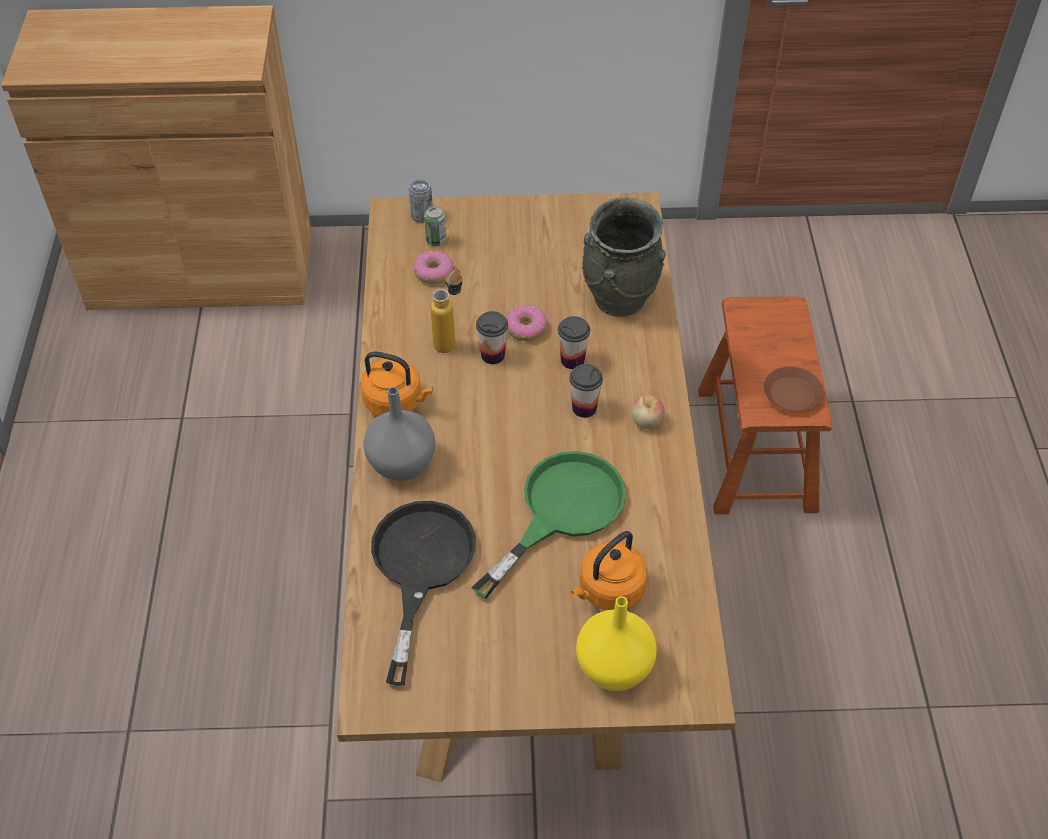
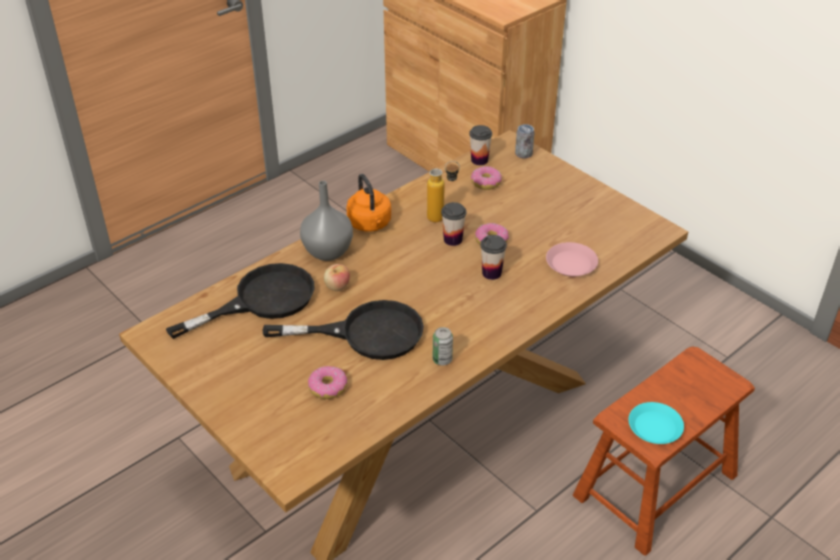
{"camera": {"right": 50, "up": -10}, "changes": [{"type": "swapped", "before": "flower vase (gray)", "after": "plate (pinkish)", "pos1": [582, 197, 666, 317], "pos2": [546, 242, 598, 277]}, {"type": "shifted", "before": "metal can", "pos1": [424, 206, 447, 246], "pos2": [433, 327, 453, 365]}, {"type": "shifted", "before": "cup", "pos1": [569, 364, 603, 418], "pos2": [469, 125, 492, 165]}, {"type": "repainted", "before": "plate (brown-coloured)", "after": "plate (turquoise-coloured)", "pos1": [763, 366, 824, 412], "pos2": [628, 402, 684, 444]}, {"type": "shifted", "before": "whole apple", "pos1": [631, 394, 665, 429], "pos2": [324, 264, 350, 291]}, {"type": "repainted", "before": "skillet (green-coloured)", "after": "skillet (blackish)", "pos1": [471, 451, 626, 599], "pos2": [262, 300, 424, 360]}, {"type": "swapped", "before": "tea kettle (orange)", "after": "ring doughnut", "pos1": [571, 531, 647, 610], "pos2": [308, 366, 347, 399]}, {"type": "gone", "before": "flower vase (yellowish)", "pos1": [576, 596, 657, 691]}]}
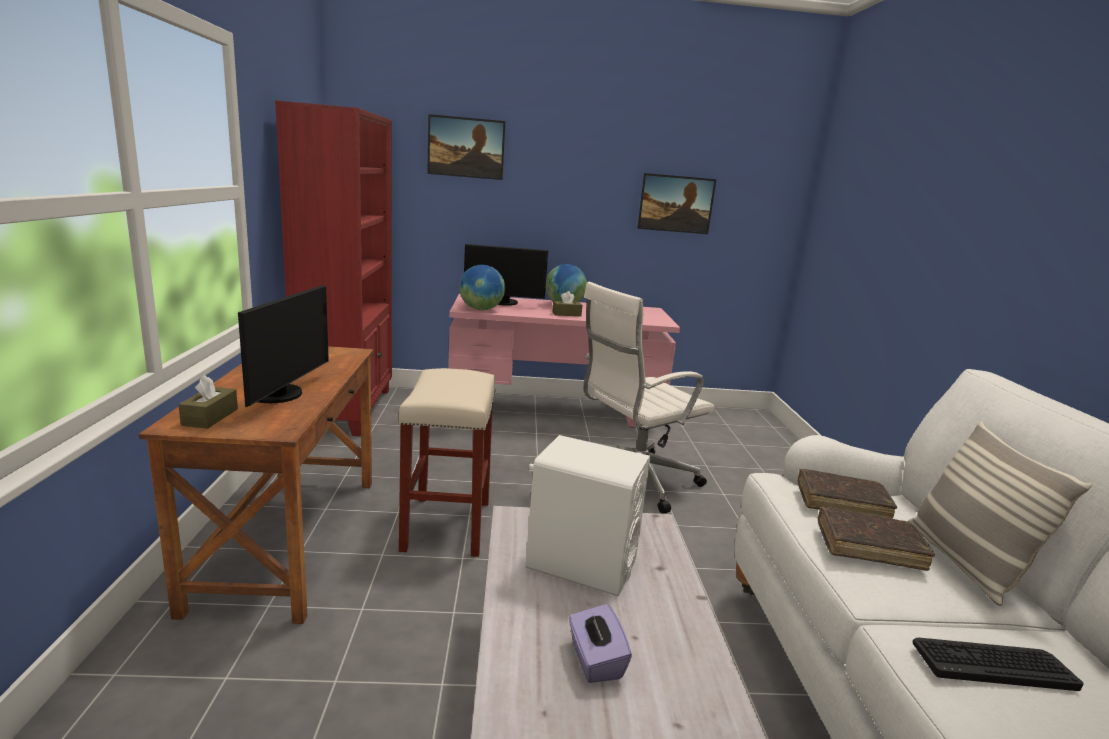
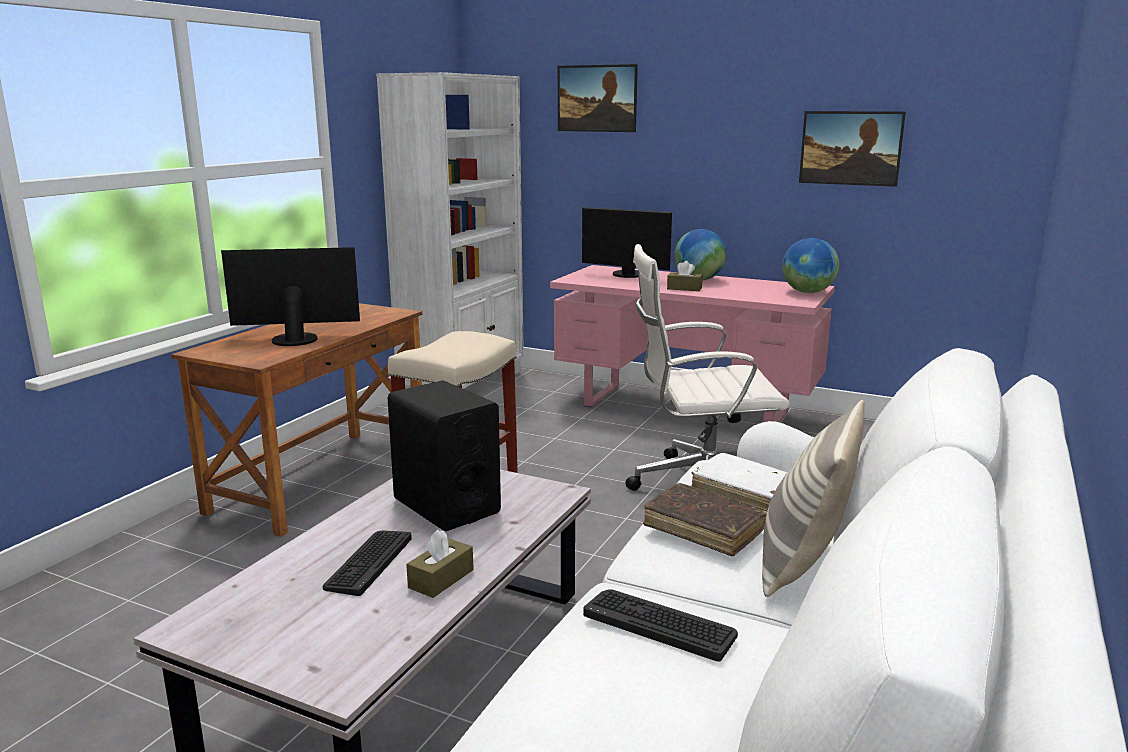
{"camera": {"right": 30, "up": 0}, "changes": [{"type": "repainted", "before": "bookshelf (red)", "after": "bookshelf (white-coloured)", "pos1": [275, 100, 392, 436], "pos2": [376, 72, 524, 389]}, {"type": "shifted", "before": "world globe", "pos1": [459, 265, 505, 310], "pos2": [782, 238, 839, 293]}, {"type": "rotated", "before": "computer display", "pos1": [238, 285, 329, 407], "pos2": [221, 247, 360, 346], "turn": -135}, {"type": "shifted", "before": "tissue box (brown-coloured)", "pos1": [178, 375, 238, 429], "pos2": [406, 530, 474, 598]}, {"type": "repainted", "before": "audio speaker (white-coloured)", "after": "audio speaker (blackish)", "pos1": [526, 435, 650, 596], "pos2": [388, 380, 501, 531]}, {"type": "repainted", "before": "book (brown-coloured)", "after": "book (white-coloured)", "pos1": [798, 469, 897, 519], "pos2": [692, 453, 787, 513]}, {"type": "swapped", "before": "tissue box (purplish)", "after": "keyboard", "pos1": [569, 604, 632, 683], "pos2": [323, 530, 412, 596]}]}
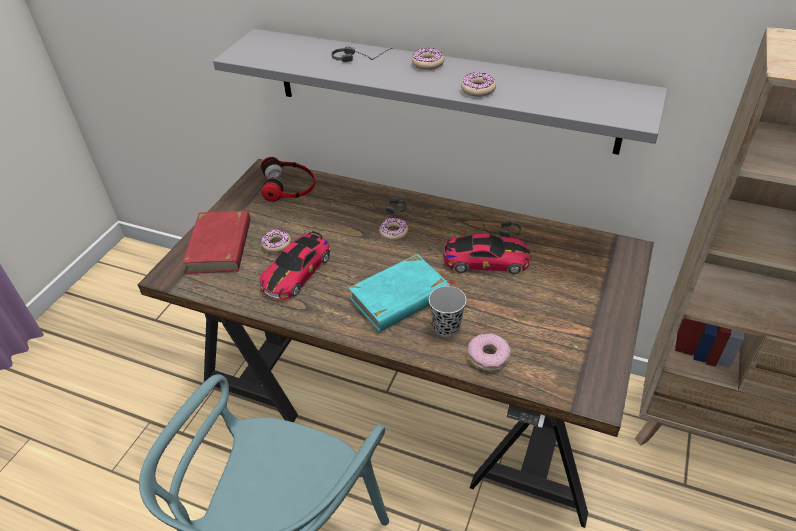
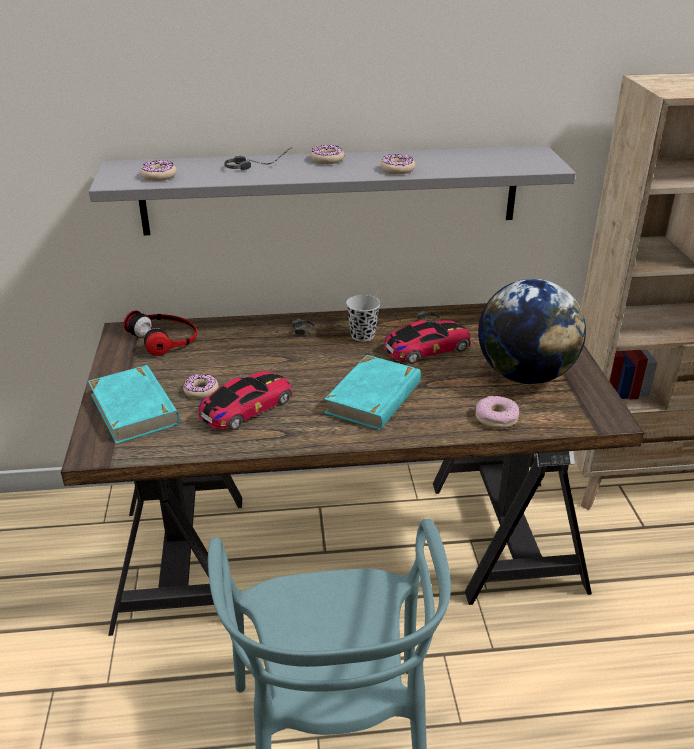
{"camera": {"right": -30, "up": -10}, "changes": [{"type": "repainted", "before": "book (red)", "after": "book (turquoise-coloured)", "pos1": [183, 210, 250, 274], "pos2": [88, 365, 179, 444]}, {"type": "shifted", "before": "ring doughnut", "pos1": [379, 218, 408, 241], "pos2": [140, 160, 177, 181]}, {"type": "rotated", "before": "model car", "pos1": [260, 231, 330, 300], "pos2": [199, 371, 292, 430], "turn": -135}, {"type": "shifted", "before": "cup (blackish)", "pos1": [429, 286, 466, 337], "pos2": [346, 295, 380, 342]}, {"type": "new", "after": "world globe", "pos2": [478, 279, 586, 384]}]}
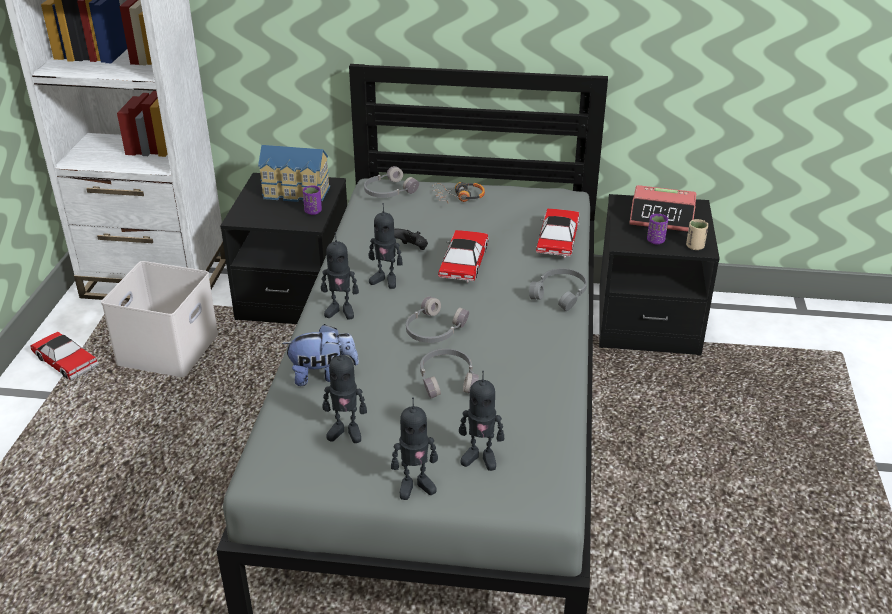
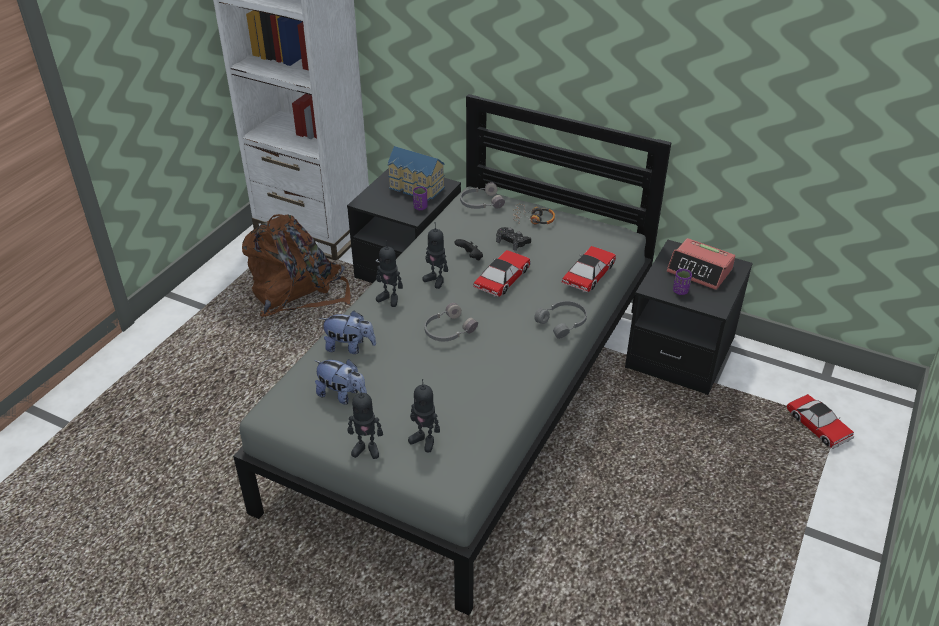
{"camera": {"right": 20, "up": 5}, "changes": [{"type": "gone", "before": "cup (beige)", "pos1": [686, 219, 708, 250]}, {"type": "swapped", "before": "storage box (white-coloured)", "after": "rucksack (brown-coloured)", "pos1": [101, 261, 218, 377], "pos2": [242, 214, 350, 317]}, {"type": "shifted", "before": "model car", "pos1": [30, 332, 99, 380], "pos2": [786, 394, 854, 449]}, {"type": "swapped", "before": "toy robot", "after": "soft toy", "pos1": [322, 346, 367, 443], "pos2": [314, 359, 367, 404]}, {"type": "gone", "before": "headphones (gray)", "pos1": [420, 349, 479, 399]}, {"type": "new", "after": "gamepad (blackish)", "pos2": [496, 227, 531, 251]}]}
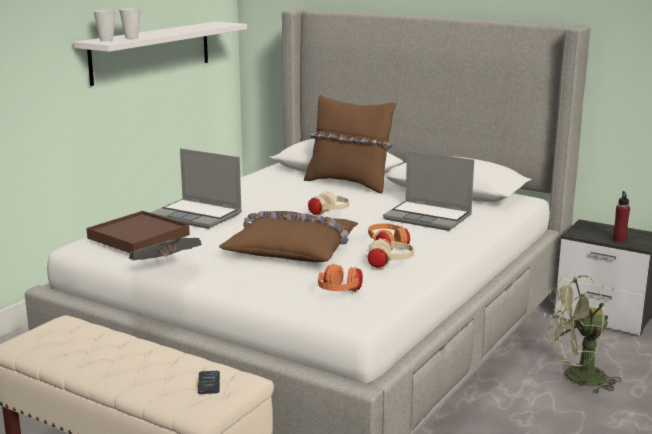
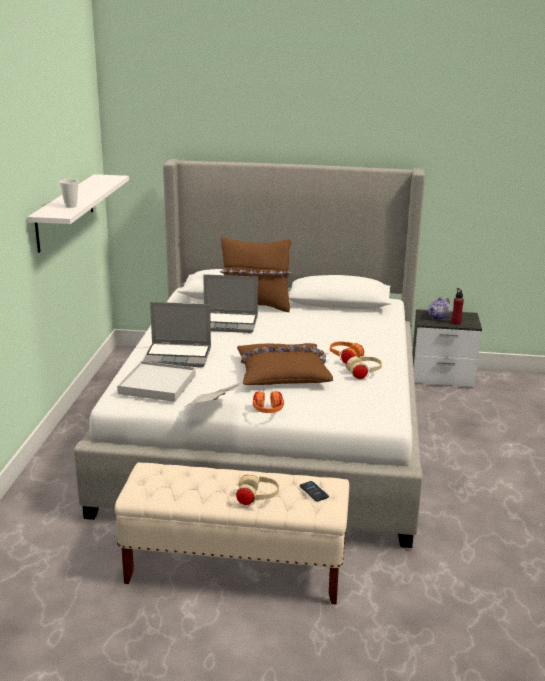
{"camera": {"right": -25, "up": 5}, "changes": [{"type": "gone", "before": "cup", "pos1": [93, 10, 115, 41]}, {"type": "shifted", "before": "notebook computer", "pos1": [383, 151, 474, 231], "pos2": [203, 274, 258, 333]}, {"type": "shifted", "before": "headphones (beige)", "pos1": [308, 191, 349, 216], "pos2": [234, 475, 279, 505]}, {"type": "repainted", "before": "serving tray (brown-coloured)", "after": "serving tray (white-coloured)", "pos1": [87, 211, 190, 253], "pos2": [117, 361, 196, 402]}, {"type": "shifted", "before": "headphones (orange)", "pos1": [318, 264, 363, 292], "pos2": [253, 391, 284, 413]}, {"type": "gone", "before": "cooling fan (green-coloured)", "pos1": [544, 275, 621, 395]}, {"type": "new", "after": "tea pot", "pos2": [428, 297, 450, 320]}]}
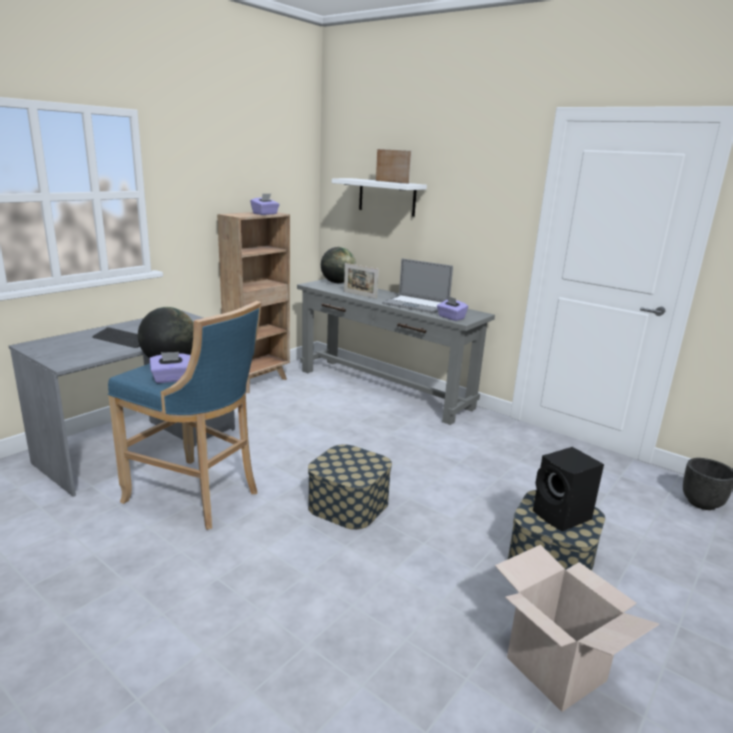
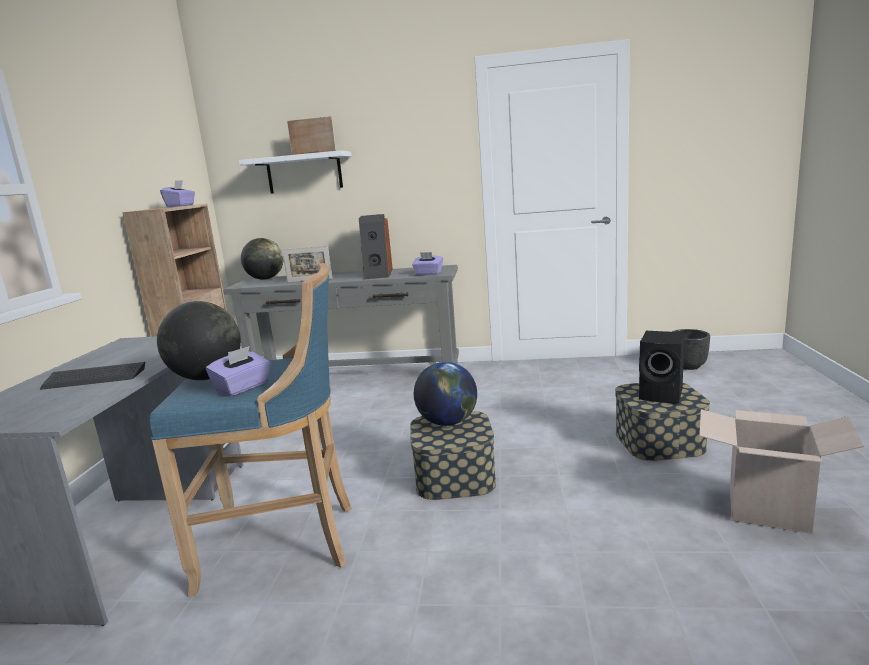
{"camera": {"right": -30, "up": -5}, "changes": [{"type": "swapped", "before": "notebook computer", "after": "audio speaker", "pos1": [382, 258, 453, 313], "pos2": [359, 214, 393, 279]}, {"type": "new", "after": "world globe", "pos2": [414, 362, 477, 426]}]}
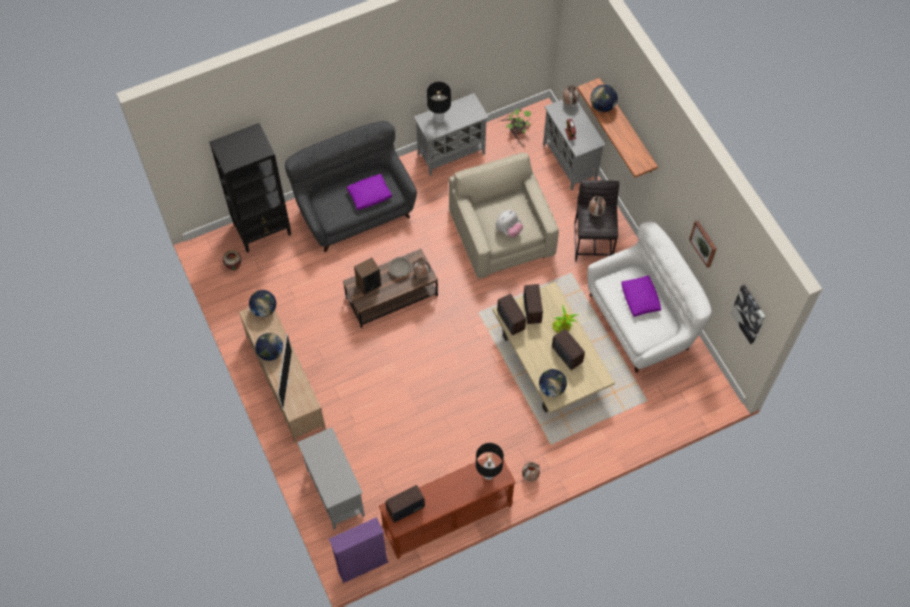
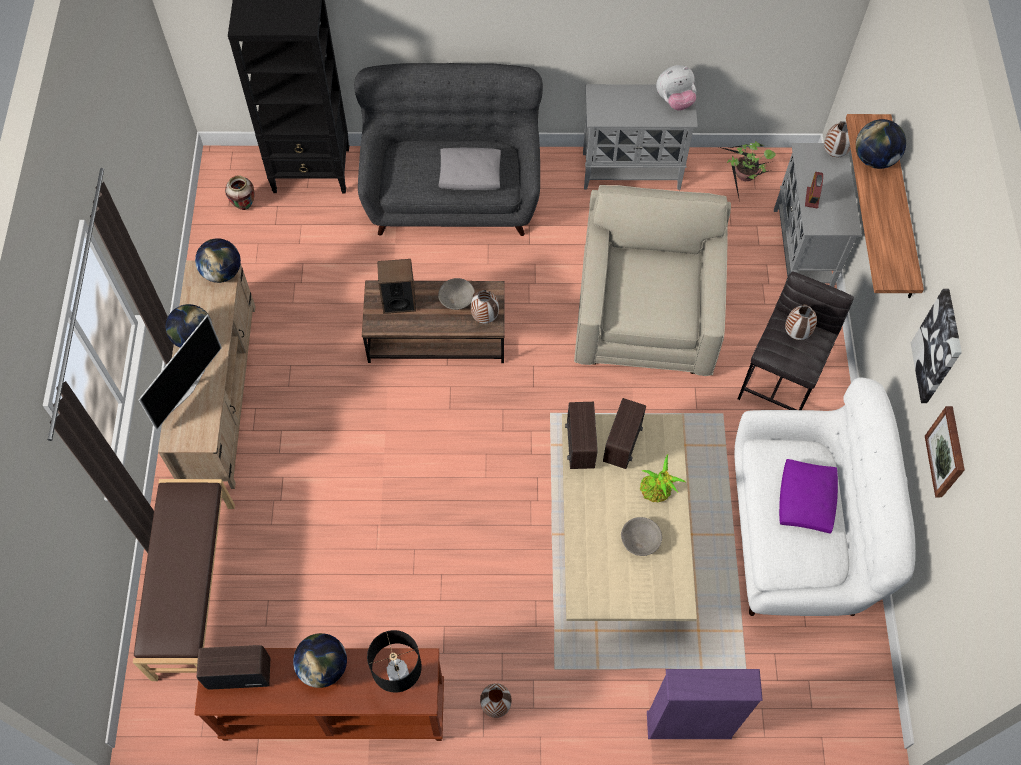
{"camera": {"right": 25, "up": 0}, "changes": [{"type": "gone", "before": "tabletop lamp (blackish)", "pos1": [427, 82, 451, 123]}, {"type": "repainted", "before": "throw pillow (purplish)", "after": "throw pillow (gray)", "pos1": [346, 174, 392, 210], "pos2": [439, 148, 501, 190]}, {"type": "shifted", "before": "soft toy", "pos1": [496, 210, 523, 237], "pos2": [656, 65, 696, 111]}, {"type": "shifted", "before": "picture", "pos1": [730, 285, 766, 344], "pos2": [911, 289, 962, 403]}, {"type": "swapped", "before": "radio", "after": "bowl (gray)", "pos1": [552, 329, 585, 370], "pos2": [621, 517, 662, 556]}, {"type": "shifted", "before": "world globe", "pos1": [539, 369, 567, 397], "pos2": [293, 633, 347, 688]}, {"type": "swapped", "before": "cabinet (gray)", "after": "indoor bench (brown-coloured)", "pos1": [297, 427, 365, 530], "pos2": [133, 479, 235, 681]}, {"type": "shifted", "before": "bookshelf (purplish)", "pos1": [329, 517, 389, 583], "pos2": [647, 669, 763, 739]}]}
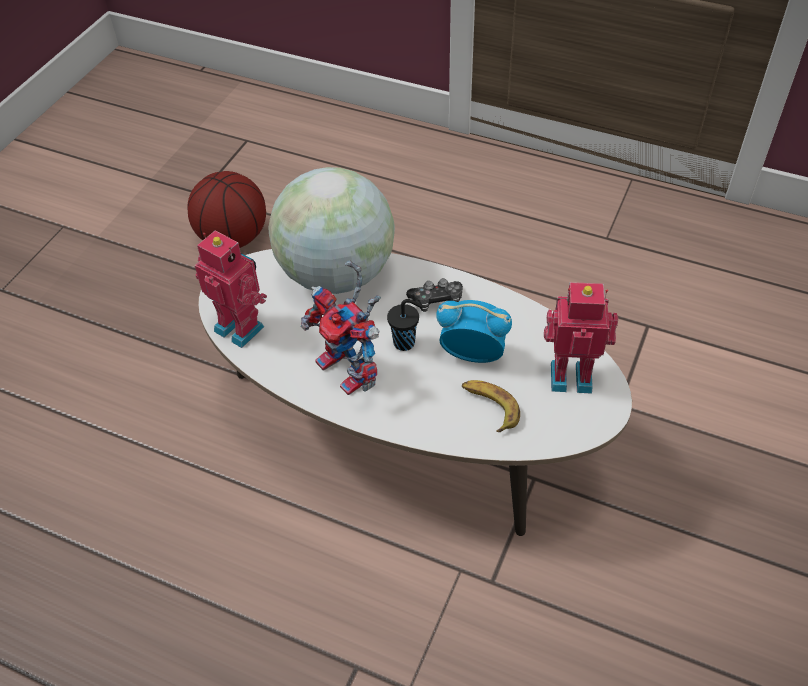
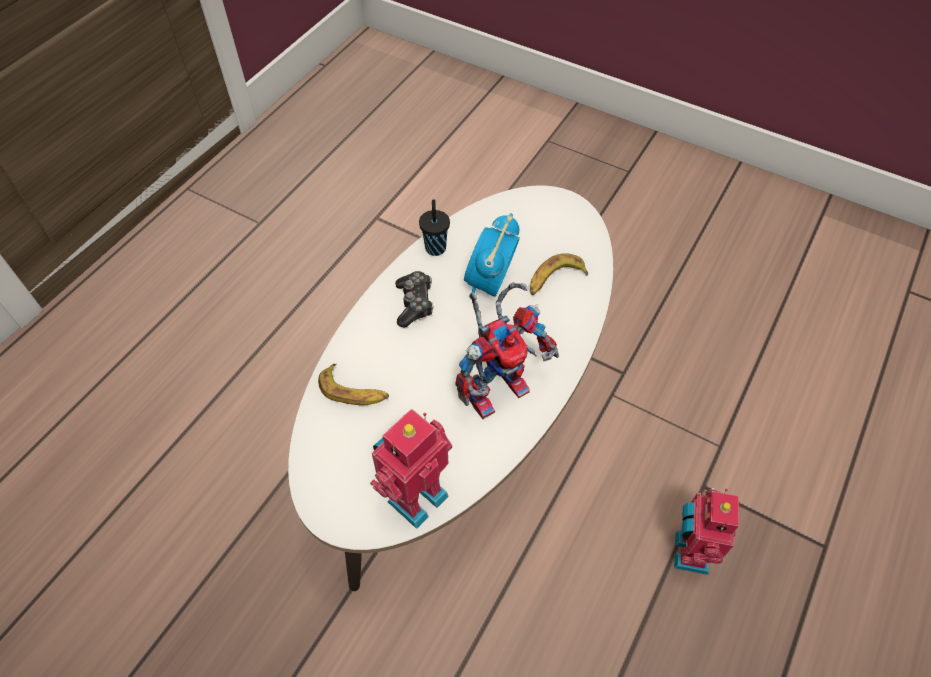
{"camera": {"right": -85, "up": 5}, "changes": [{"type": "swapped", "before": "world globe", "after": "whole banana", "pos1": [268, 167, 395, 294], "pos2": [318, 364, 389, 405]}, {"type": "gone", "before": "basketball ball", "pos1": [187, 171, 266, 248]}, {"type": "shifted", "before": "toy robot", "pos1": [544, 282, 618, 394], "pos2": [674, 489, 739, 575]}, {"type": "shifted", "before": "cup (blackish)", "pos1": [387, 299, 422, 351], "pos2": [419, 200, 450, 256]}]}
